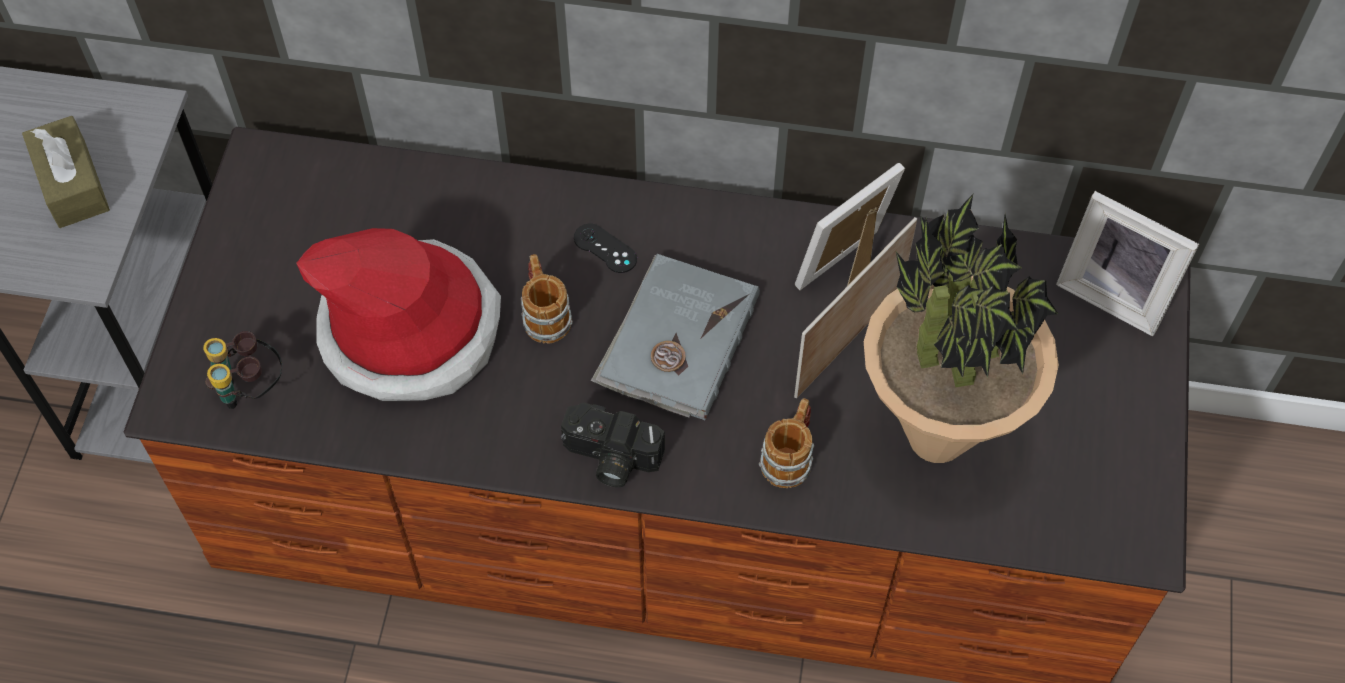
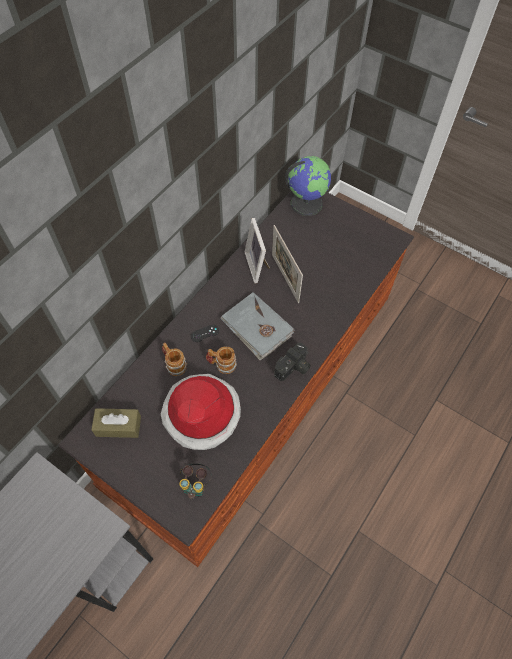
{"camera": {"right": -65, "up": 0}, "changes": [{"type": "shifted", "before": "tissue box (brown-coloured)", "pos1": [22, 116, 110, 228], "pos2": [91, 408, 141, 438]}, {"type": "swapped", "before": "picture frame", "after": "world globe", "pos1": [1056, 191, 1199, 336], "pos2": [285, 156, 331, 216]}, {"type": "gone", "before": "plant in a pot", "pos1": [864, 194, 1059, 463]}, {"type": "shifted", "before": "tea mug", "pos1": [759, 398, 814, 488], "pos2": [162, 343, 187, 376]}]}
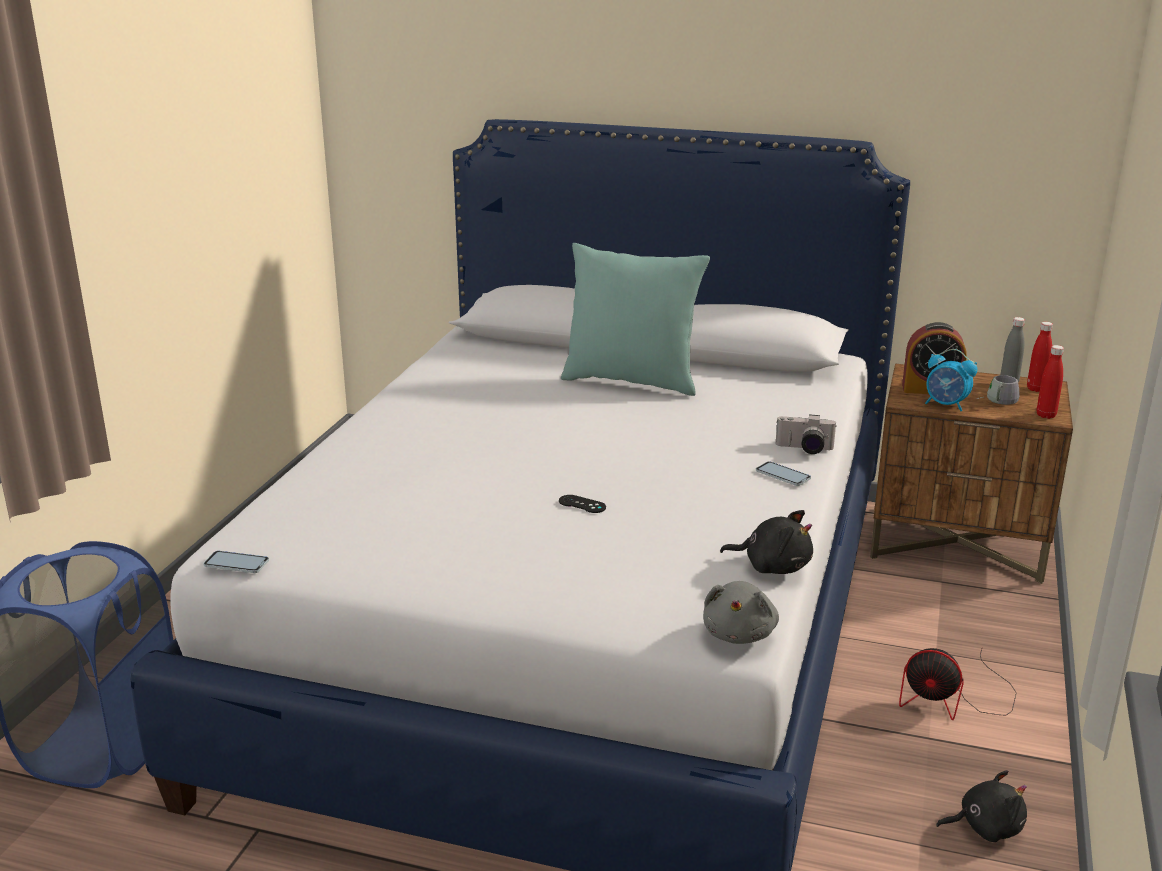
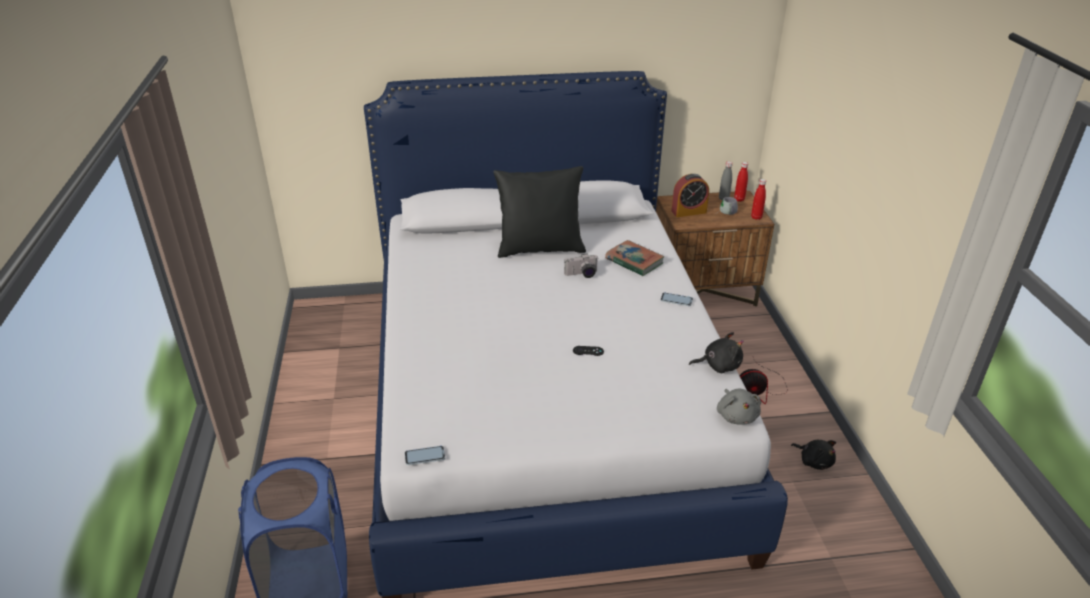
{"camera": {"right": -25, "up": 10}, "changes": [{"type": "repainted", "before": "throw pillow (turquoise-coloured)", "after": "throw pillow (blackish)", "pos1": [561, 243, 710, 396], "pos2": [493, 166, 586, 258]}, {"type": "gone", "before": "bedside clock", "pos1": [925, 349, 977, 411]}, {"type": "shifted", "before": "still camera", "pos1": [776, 414, 837, 454], "pos2": [564, 254, 598, 278]}, {"type": "rotated", "before": "soft toy (blackish)", "pos1": [936, 770, 1027, 842], "pos2": [791, 440, 836, 470], "turn": 75}, {"type": "new", "after": "book", "pos2": [605, 240, 665, 276]}]}
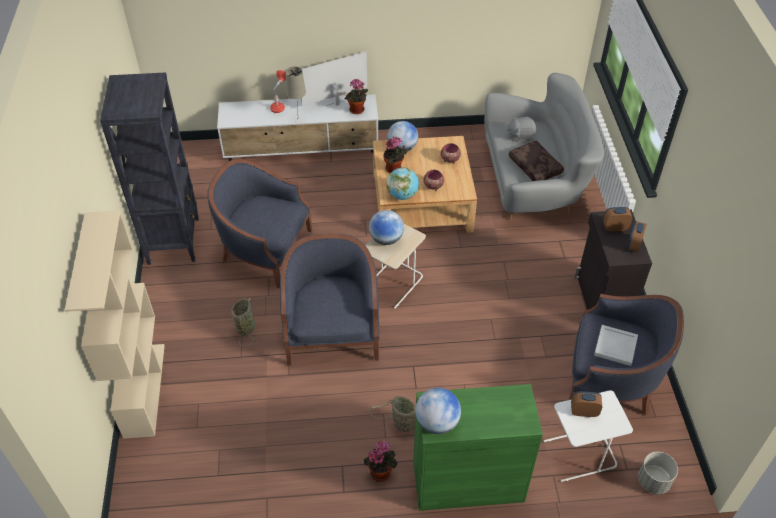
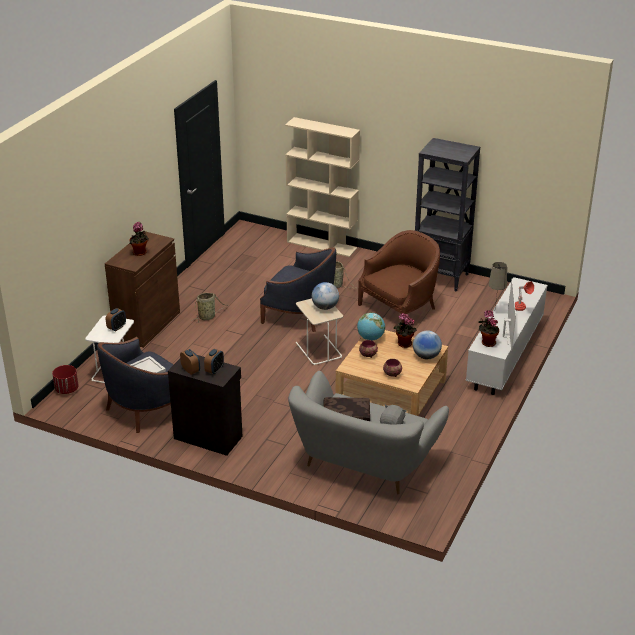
{"camera": {"right": 120, "up": -15}, "changes": [{"type": "repainted", "before": "easy chair (blue-coloured)", "after": "easy chair (brown-coloured)", "pos1": [207, 159, 312, 288], "pos2": [358, 230, 440, 323]}, {"type": "repainted", "before": "cabinet (green-coloured)", "after": "cabinet (brown-coloured)", "pos1": [413, 384, 543, 511], "pos2": [105, 232, 180, 348]}, {"type": "gone", "before": "world globe", "pos1": [415, 388, 461, 434]}, {"type": "shifted", "before": "plant in a pot", "pos1": [364, 441, 397, 482], "pos2": [129, 222, 149, 256]}, {"type": "repainted", "before": "flower pot (gray)", "after": "flower pot (red)", "pos1": [638, 452, 678, 494], "pos2": [52, 365, 79, 394]}]}
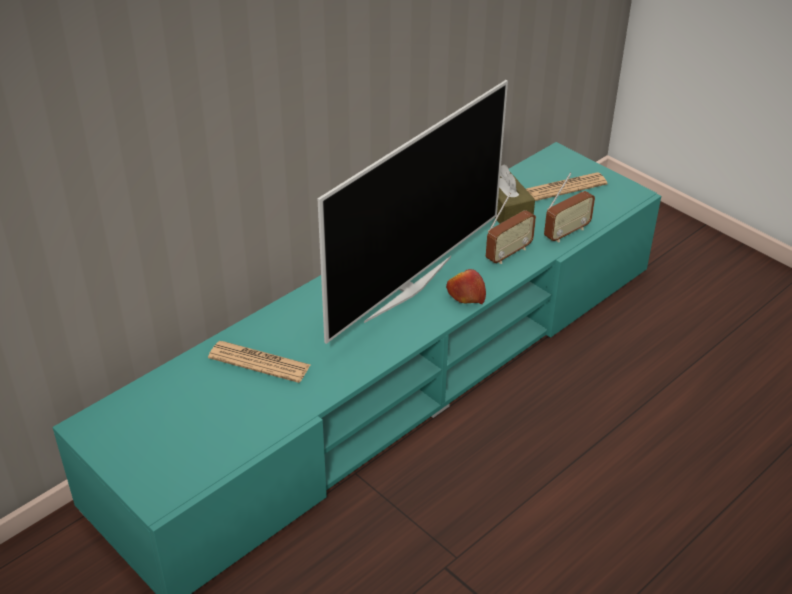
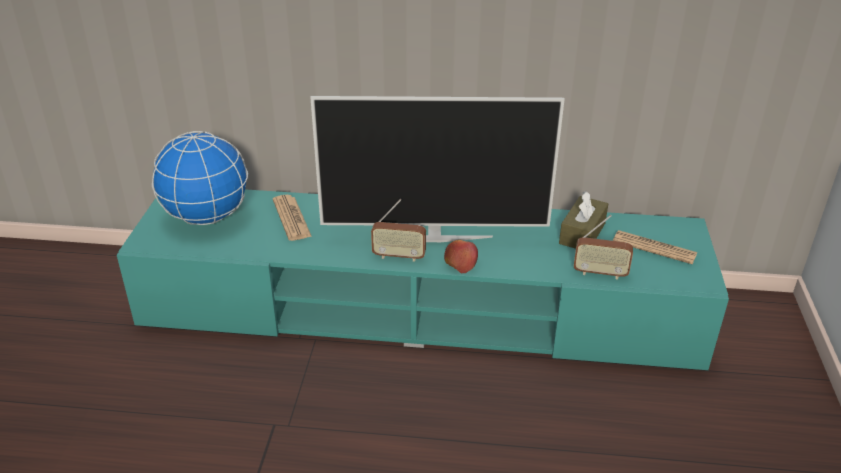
{"camera": {"right": 50, "up": -5}, "changes": [{"type": "shifted", "before": "radio", "pos1": [486, 193, 536, 264], "pos2": [371, 199, 426, 262]}, {"type": "new", "after": "world globe", "pos2": [152, 131, 248, 225]}]}
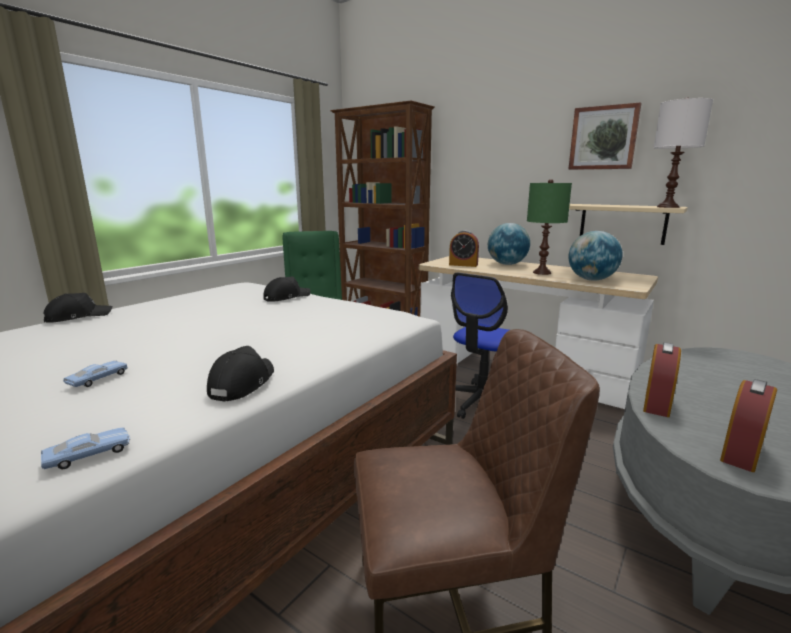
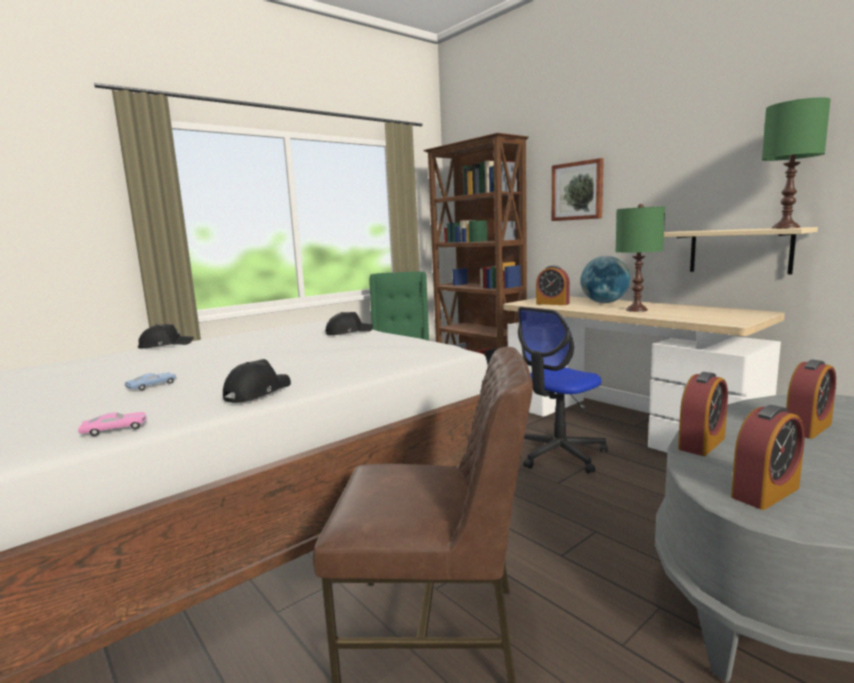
{"camera": {"right": 15, "up": -5}, "changes": [{"type": "repainted", "before": "tabletop lamp (white-coloured)", "after": "tabletop lamp (green-coloured)", "pos1": [654, 97, 713, 208], "pos2": [762, 97, 831, 229]}, {"type": "shifted", "before": "picture", "pos1": [568, 102, 641, 170], "pos2": [552, 158, 604, 221]}, {"type": "gone", "before": "world globe", "pos1": [569, 231, 623, 281]}, {"type": "repainted", "before": "model car (blue-coloured)", "after": "model car (pinkish)", "pos1": [41, 427, 130, 469], "pos2": [78, 412, 147, 436]}, {"type": "new", "after": "bedside clock", "pos2": [786, 359, 836, 439]}]}
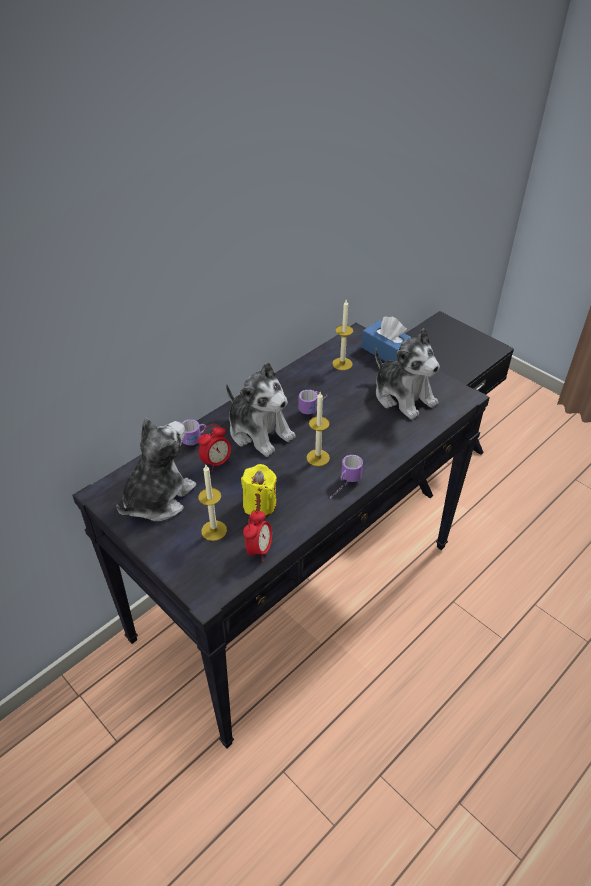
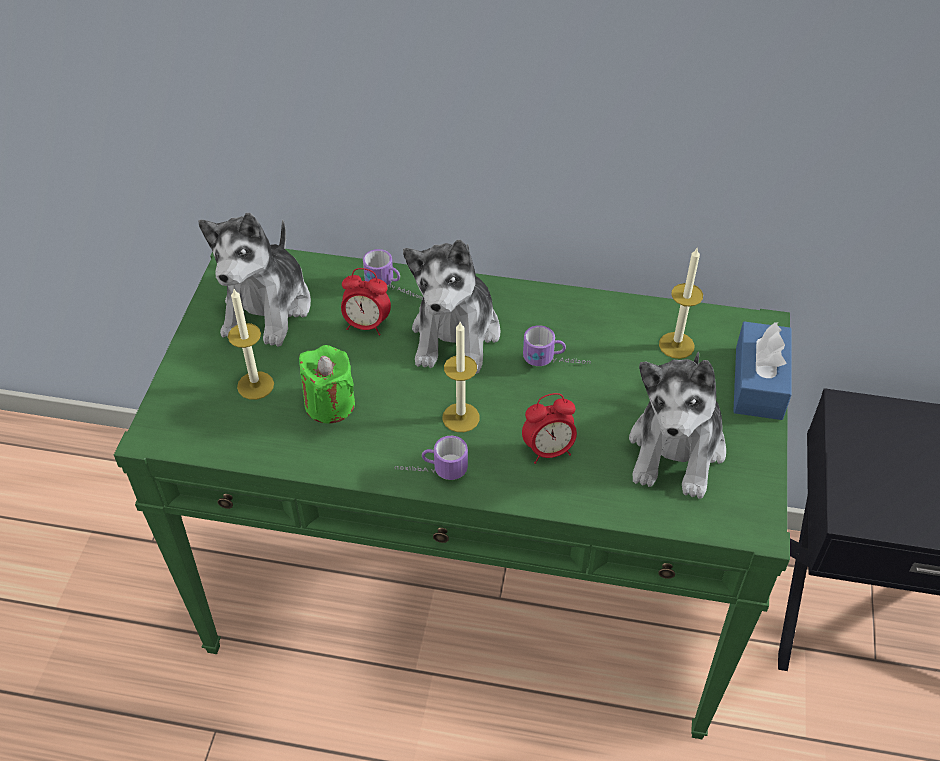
{"camera": {"right": 55, "up": 5}, "changes": [{"type": "repainted", "before": "narrow table (blackish)", "after": "narrow table (green-coloured)", "pos1": [72, 323, 490, 748], "pos2": [114, 249, 790, 739]}, {"type": "rotated", "before": "soft toy", "pos1": [116, 418, 196, 521], "pos2": [198, 213, 311, 347], "turn": 105}, {"type": "repainted", "before": "candle (yellowish)", "after": "candle (green-coloured)", "pos1": [241, 464, 277, 516], "pos2": [299, 345, 355, 423]}, {"type": "shifted", "before": "bedside clock", "pos1": [243, 510, 272, 562], "pos2": [522, 393, 577, 464]}]}
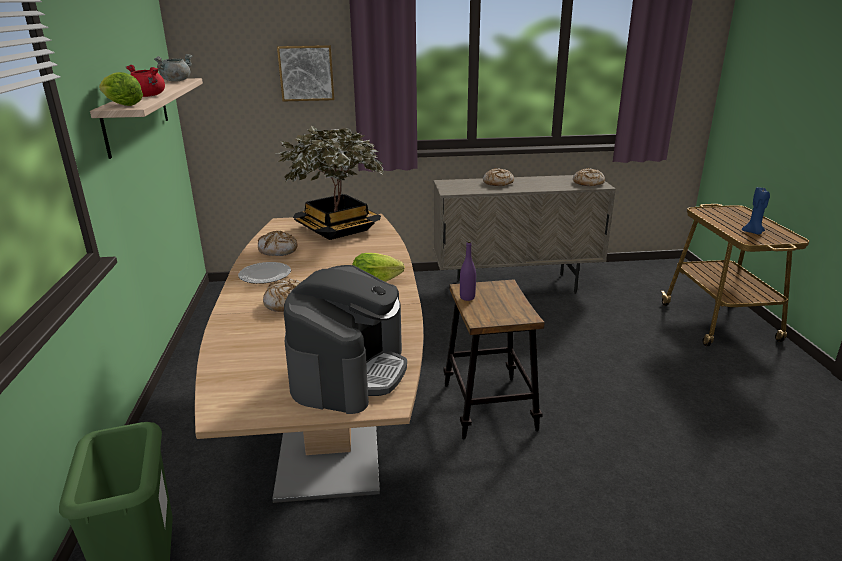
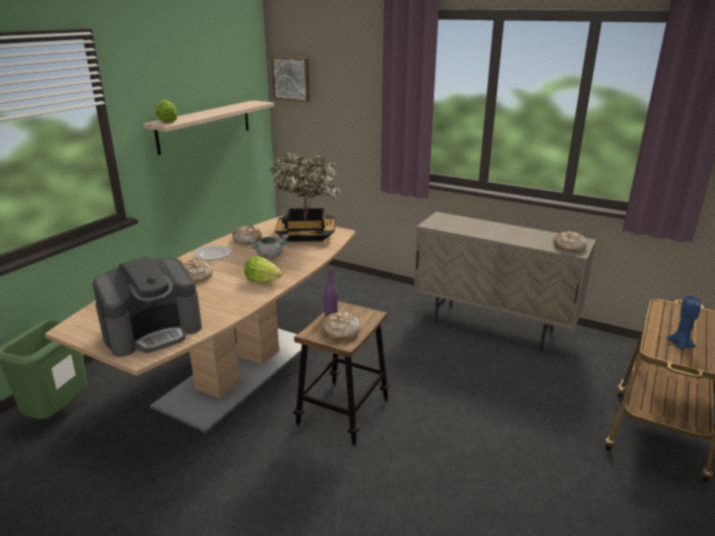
{"camera": {"right": 35, "up": 0}, "changes": [{"type": "shifted", "before": "picture", "pos1": [277, 45, 334, 101], "pos2": [272, 56, 310, 102]}, {"type": "shifted", "before": "cooking pot (gray)", "pos1": [154, 54, 192, 82], "pos2": [249, 234, 288, 259]}, {"type": "gone", "before": "cooking pot (red)", "pos1": [126, 65, 165, 97]}, {"type": "shifted", "before": "baked bread", "pos1": [483, 168, 514, 186], "pos2": [322, 311, 360, 339]}]}
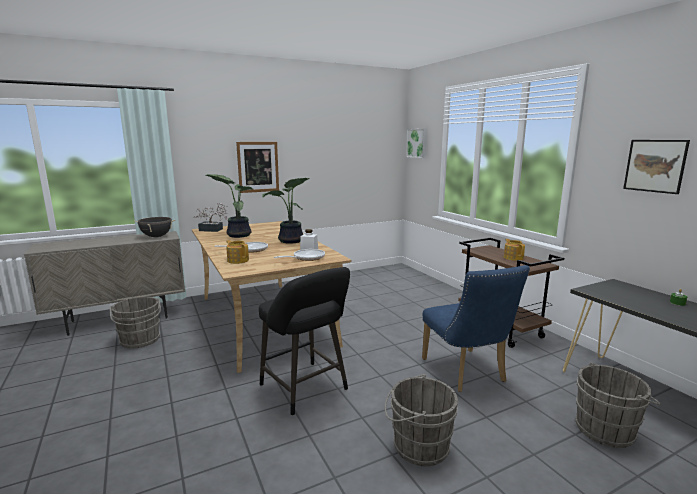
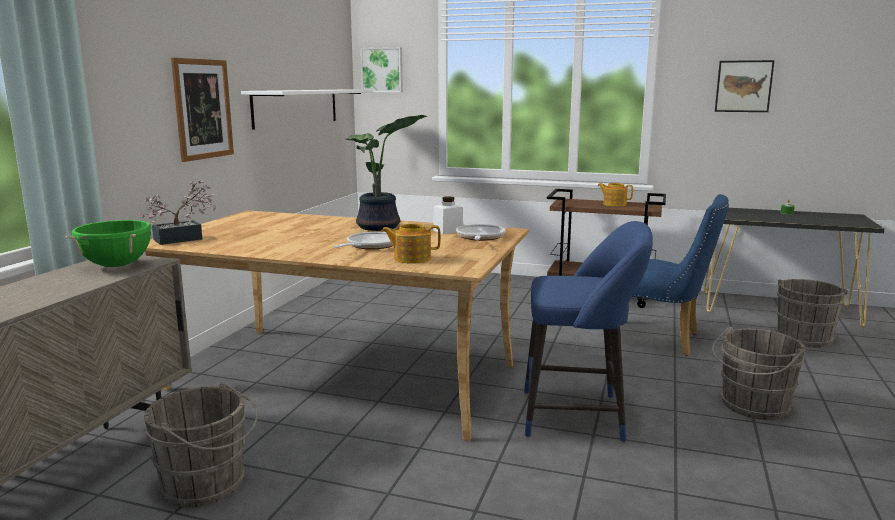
{"camera": {"right": -45, "up": 0}, "changes": [{"type": "gone", "before": "plant in a pot", "pos1": [206, 174, 253, 238]}, {"type": "repainted", "before": "cooking pot (blackish)", "after": "cooking pot (green-coloured)", "pos1": [134, 217, 175, 237], "pos2": [65, 220, 155, 267]}, {"type": "repainted", "before": "stool seat (blackish)", "after": "stool seat (blue-coloured)", "pos1": [259, 267, 350, 416], "pos2": [524, 221, 653, 443]}, {"type": "new", "after": "shelf (white-coloured)", "pos2": [241, 90, 373, 130]}]}
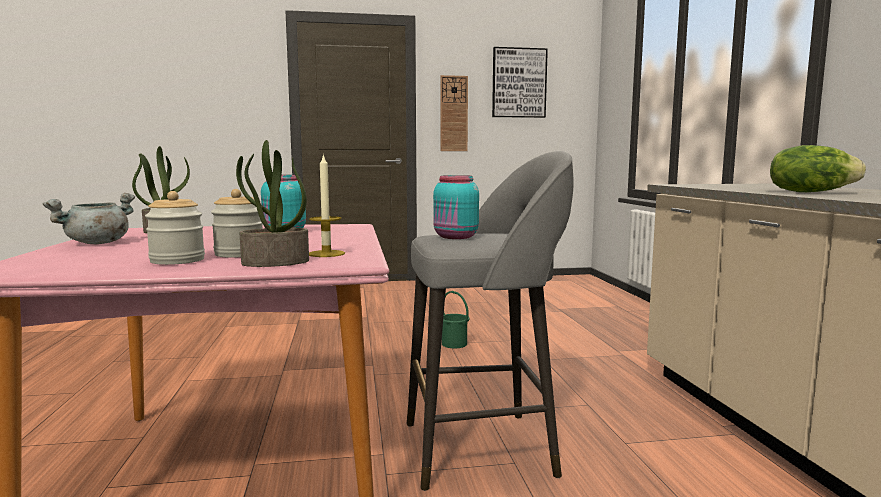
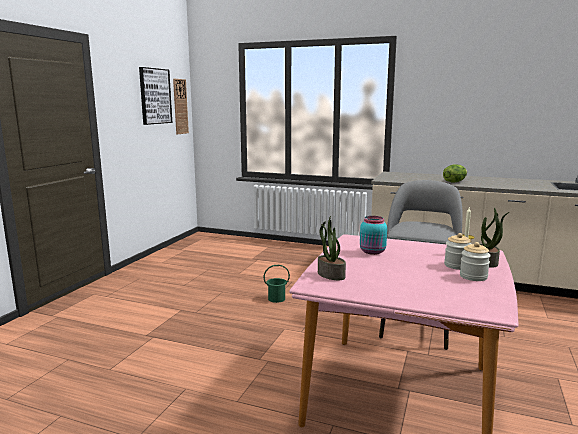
{"camera": {"right": -60, "up": 5}, "changes": [{"type": "shifted", "before": "wall clock", "pos1": [440, 75, 468, 151], "pos2": [173, 79, 189, 134]}, {"type": "gone", "before": "preserve jar (turquoise-coloured)", "pos1": [433, 175, 479, 239]}, {"type": "gone", "before": "cooking pot (gray)", "pos1": [42, 193, 135, 244]}]}
